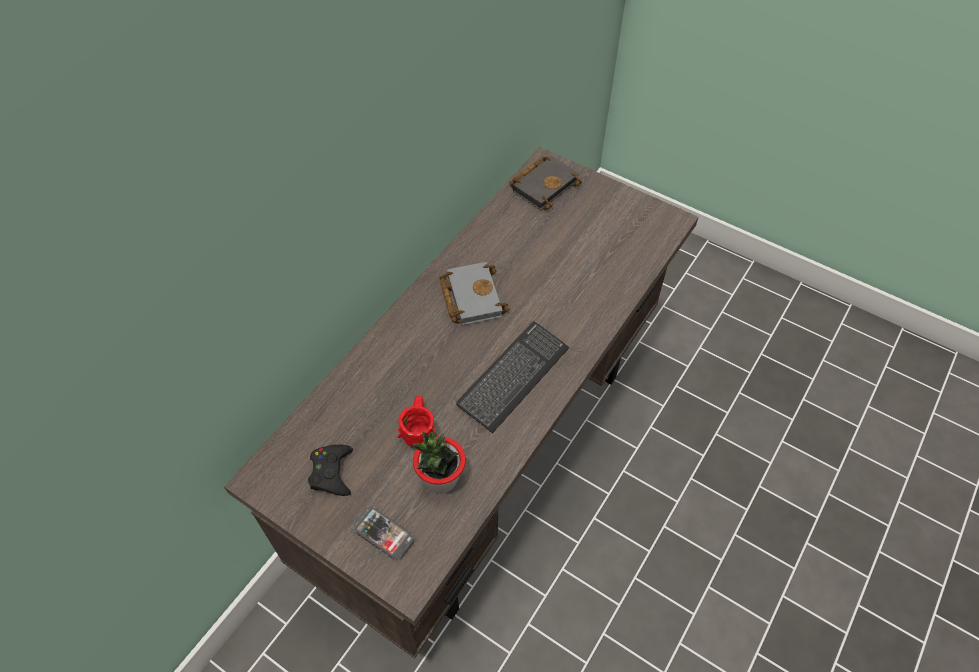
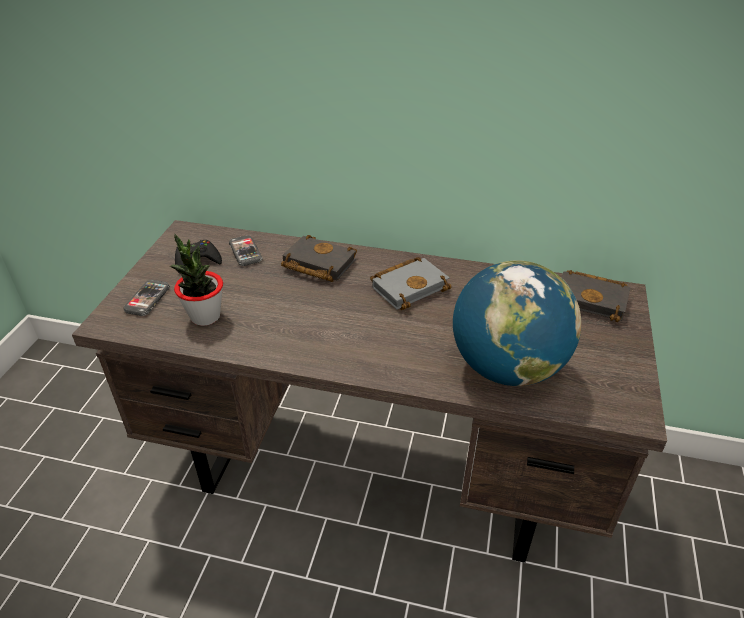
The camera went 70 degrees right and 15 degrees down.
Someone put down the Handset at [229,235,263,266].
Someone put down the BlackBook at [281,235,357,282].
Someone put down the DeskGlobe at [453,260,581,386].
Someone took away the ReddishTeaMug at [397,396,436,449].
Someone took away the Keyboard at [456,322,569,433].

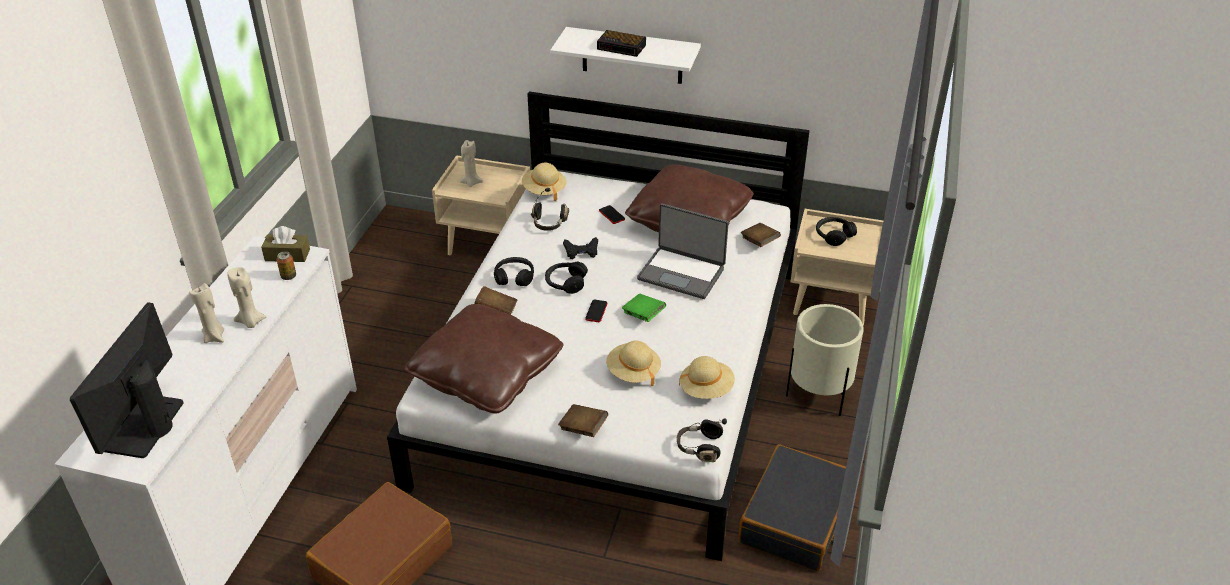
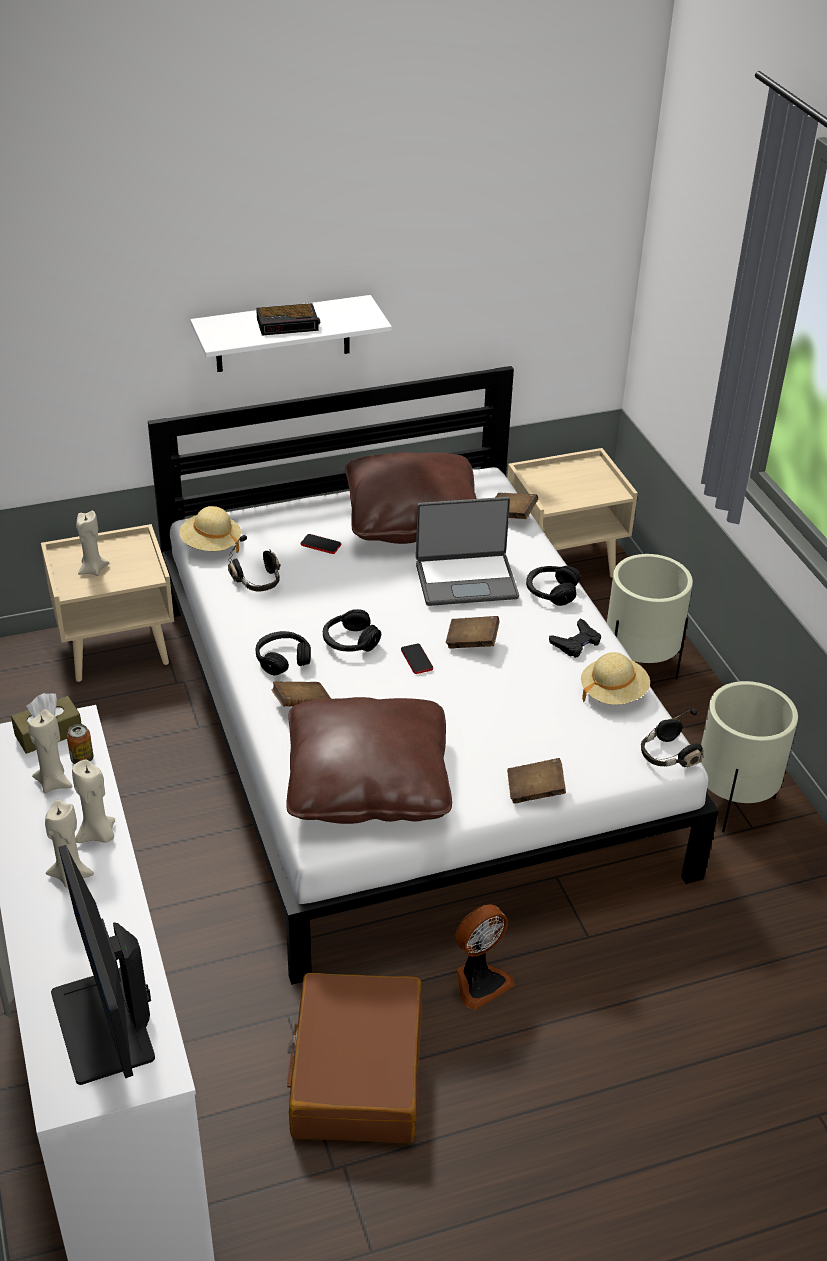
The camera went 35 degrees left and 0 degrees up.
Someone put down the BeigeColouredCandle at [28,709,73,793].
Someone repainted the GreenColouredBook at [622,294,666,322], which became the BrownishBook at [446,616,499,649].
Someone put down the CoolingFan at [455,905,515,1010].
Someone carried the BlackPairOfHeadphones from [816,217,857,246] to [526,566,581,606].
Someone carried the BlackGameController from [563,237,598,259] to [549,619,601,658].
Someone swapped the BlackTravelCase at [738,444,846,572] for the BeigeColouredFlowerPot at [701,681,798,832].
Someone took away the BeigeColouredHat at [606,340,661,386].

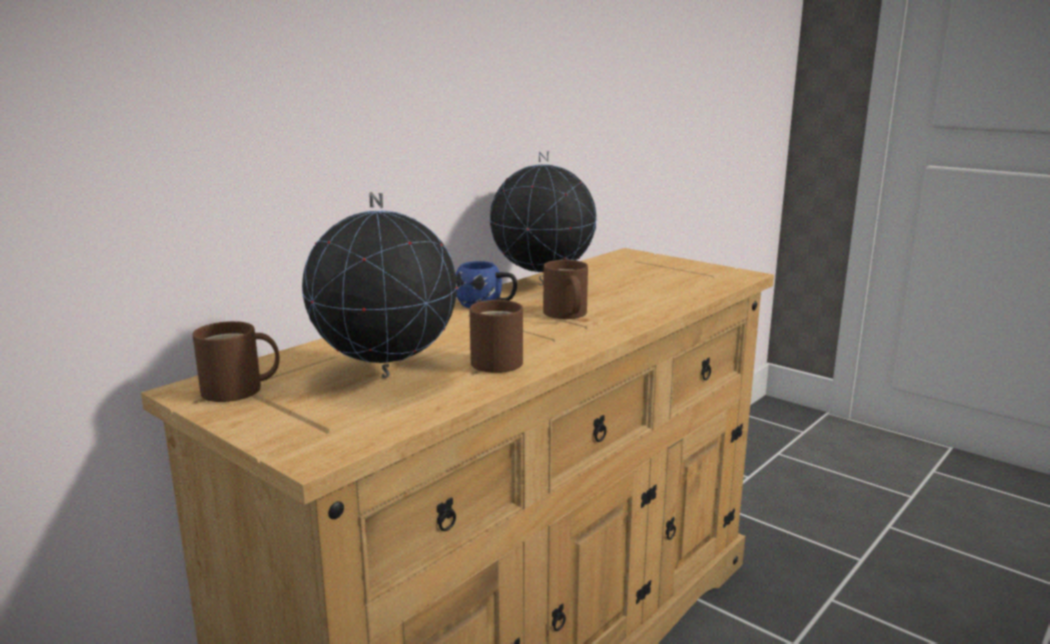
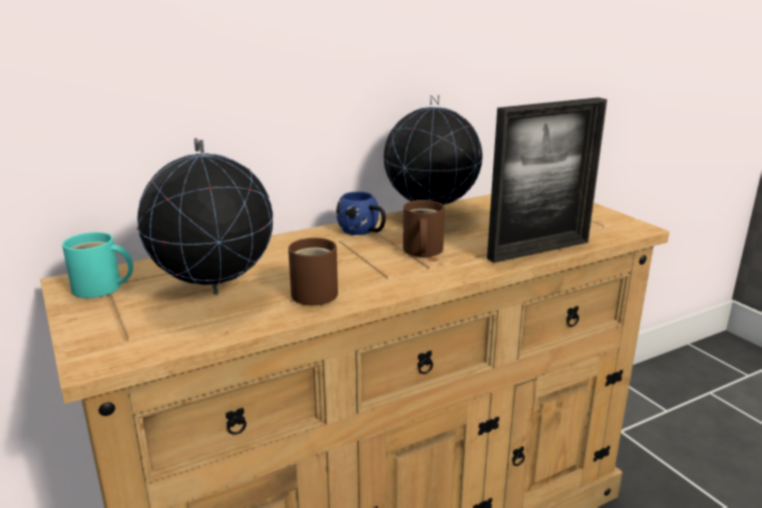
The camera went 20 degrees right and 5 degrees up.
Someone repainted the BrownishTeaMug at [192,321,280,402], which became the BlueGreenTeaMug at [62,232,133,298].
Someone put down the StandingFrame at [487,97,607,263].

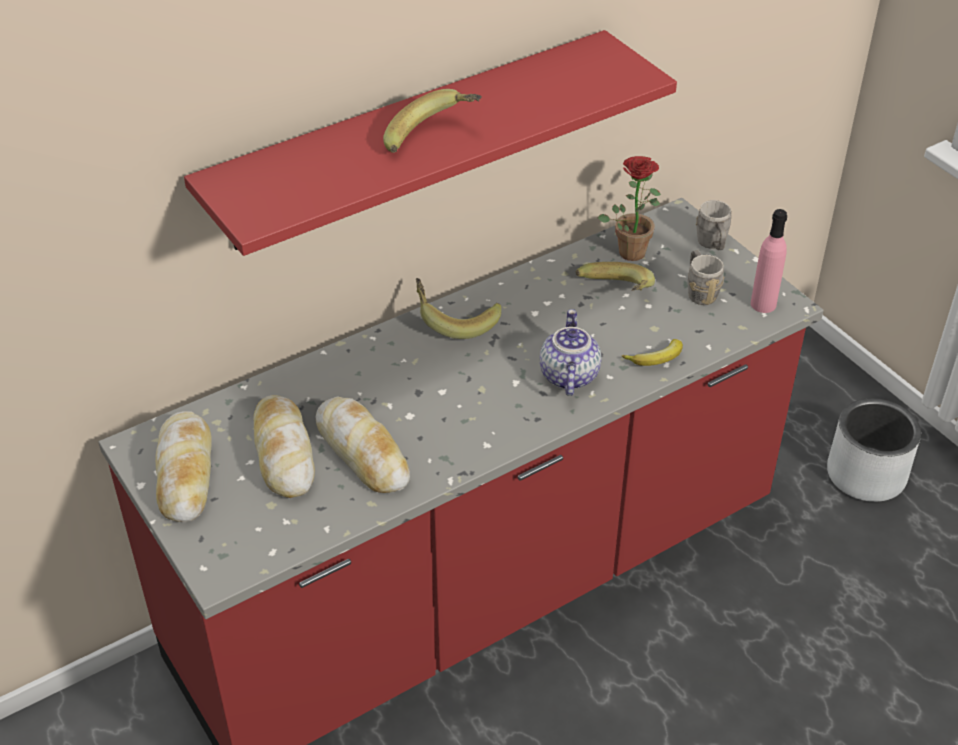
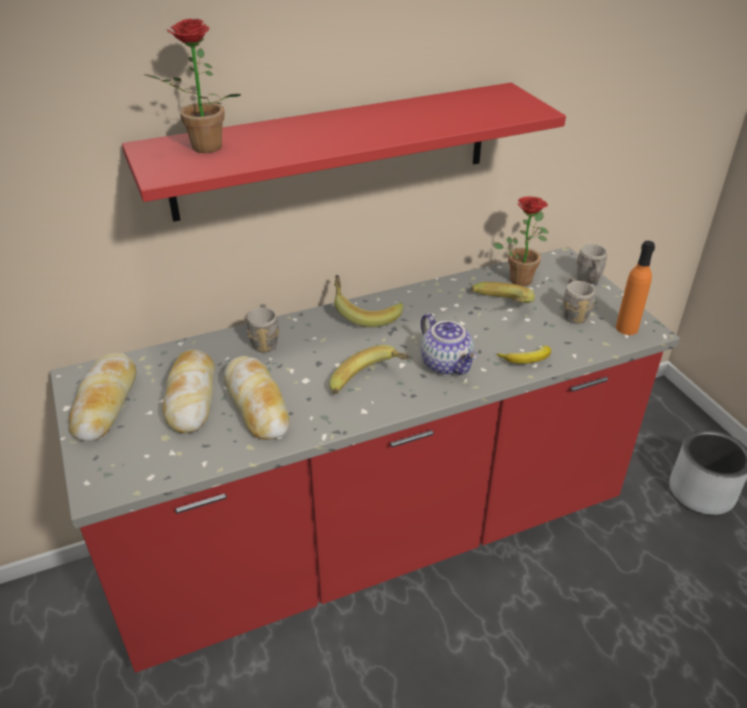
The camera went 10 degrees right and 5 degrees down.
Someone put down the PottedPlant at [144,19,241,153].
Someone put down the GreyishTeaMug at [247,304,279,353].
Someone carried the BananaFruit from [383,89,482,153] to [329,345,411,394].
Someone rotated the TeaPot at [540,309,601,396] by 135 degrees clockwise.
Someone repainted the PinkColouredBeverageBottle at [751,209,787,313], which became the OrangeColouredBeverageBottle at [616,241,655,335].

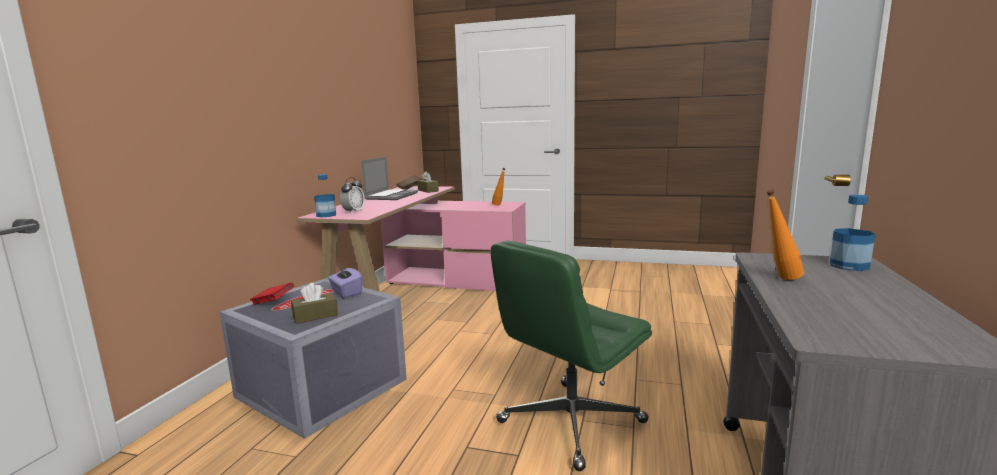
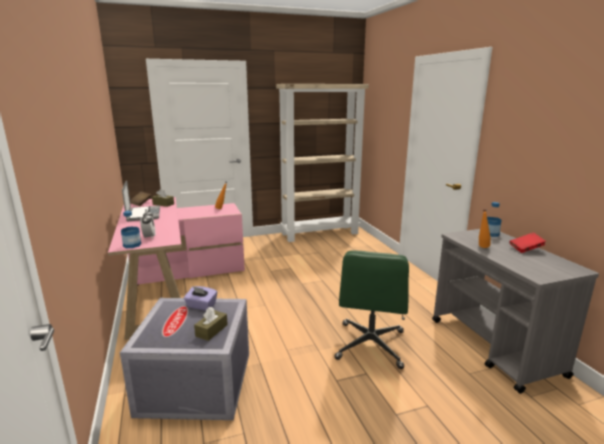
The camera went 35 degrees left and 5 degrees up.
Someone put down the BeigeColouredBookshelf at [276,84,369,242].
Someone carried the ReddishBook from [250,282,294,305] to [509,232,546,253].

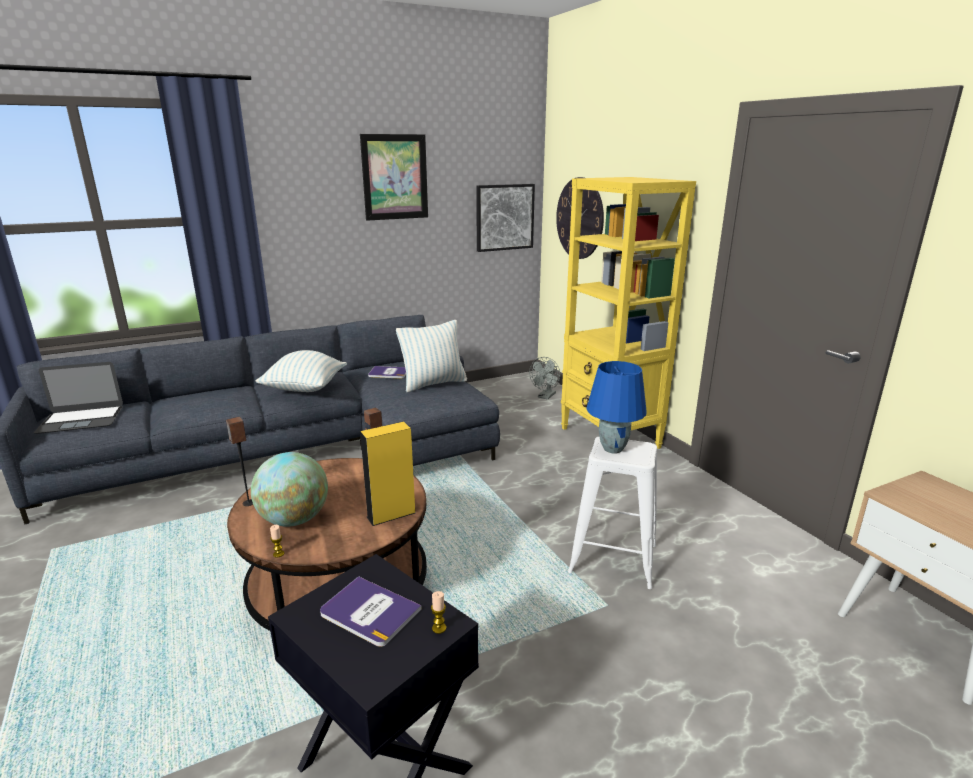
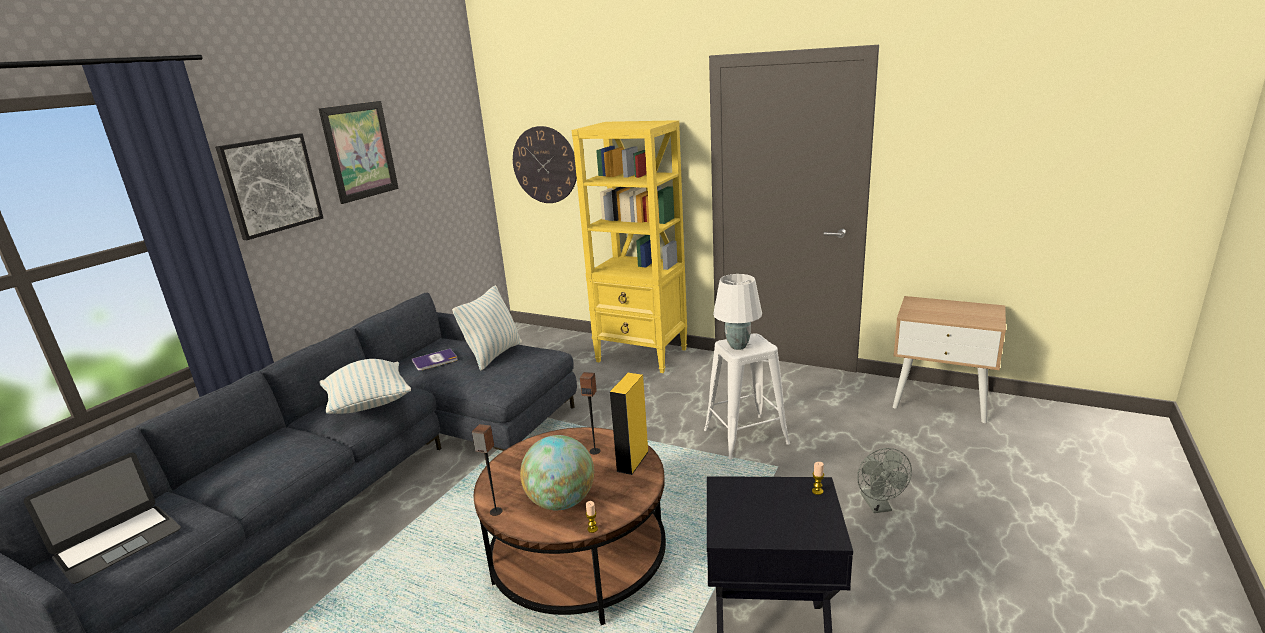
The camera went 35 degrees left and 0 degrees up.
Someone carried the WallArt from [476,184,535,252] to [215,134,323,240].
Someone repainted the BlueColouredTabletopLamp at [586,361,647,453], which became the WhiteTabletopLamp at [713,274,762,350].
Someone carried the GreyishCoolingFan from [529,357,560,400] to [857,448,912,513].
Someone took away the Book at [320,576,422,647].

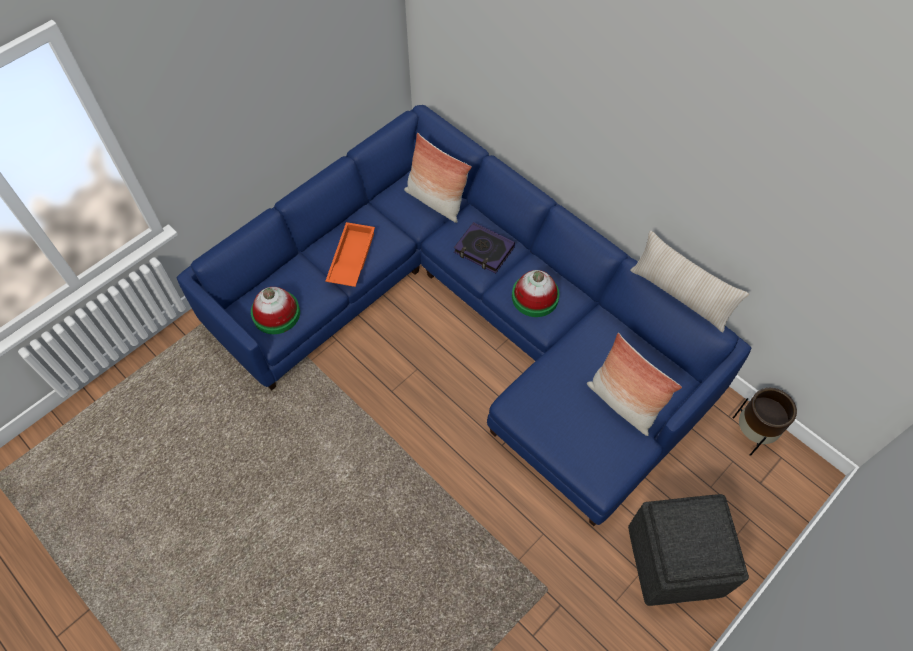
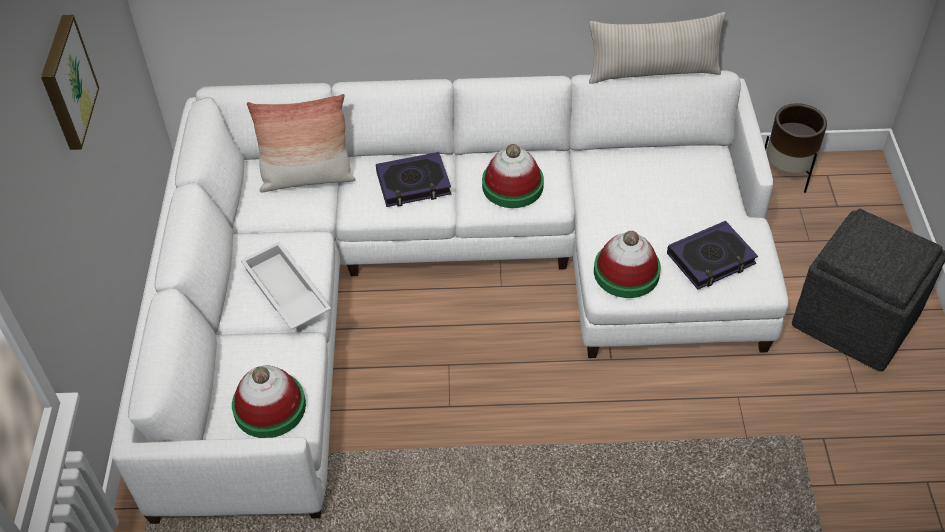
The camera went 45 degrees left and 10 degrees down.
Someone put up the WallArt at [41,15,99,150].
Someone repainted the BlueColouredSettee at [177,105,751,526], which became the WhiteSettee at [112,70,789,524].
Someone repainted the OrangeColouredServingTray at [325,222,375,287], which became the WhiteServingTray at [241,242,331,330].
Someone put down the Hat at [594,231,661,298].
Someone put down the Book at [667,221,758,289].
Someone took away the ThrowPillow at [587,333,682,436].

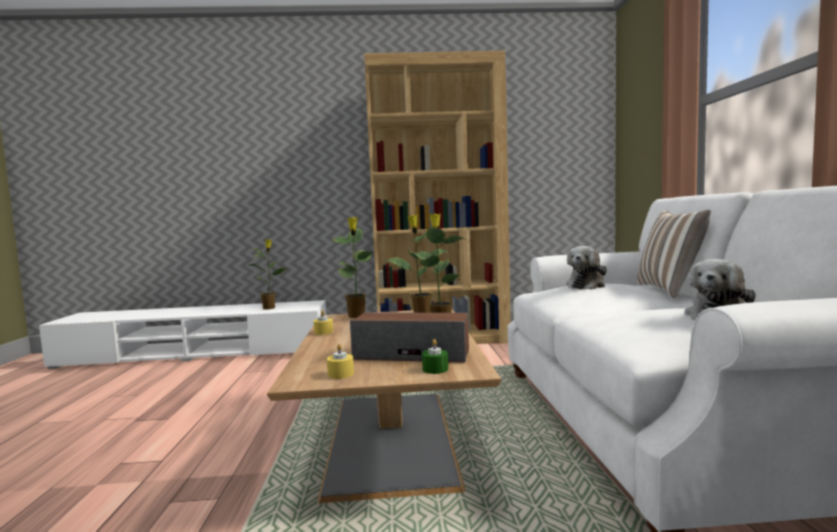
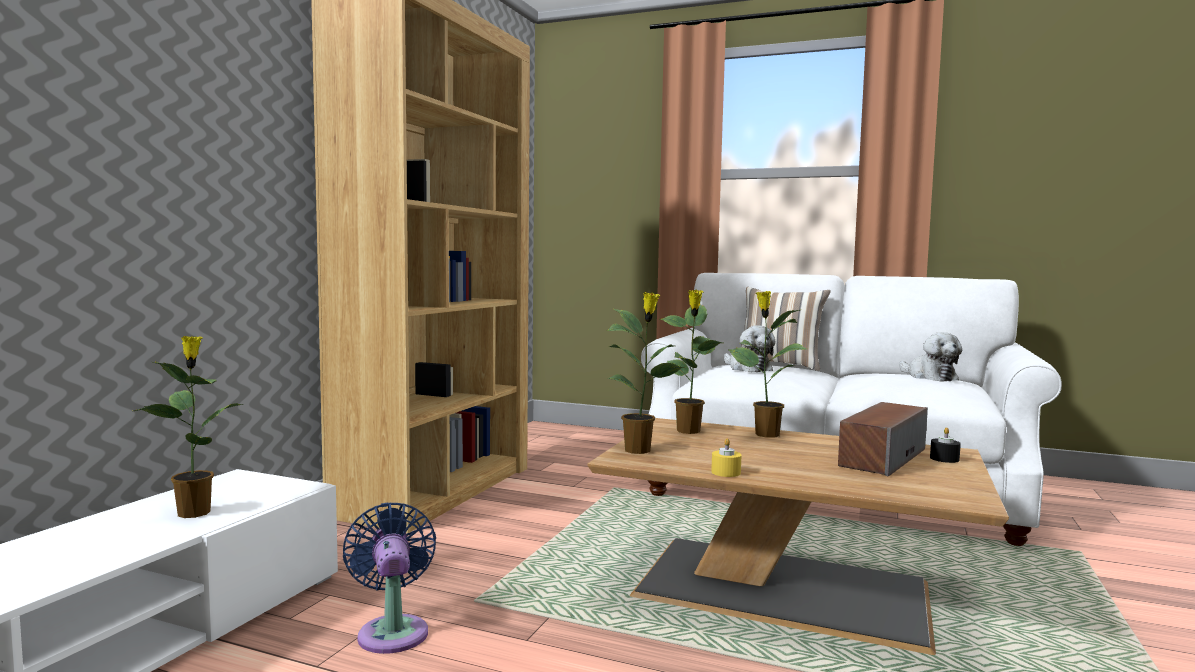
The camera went 65 degrees left and 0 degrees up.
Someone put down the BlueColouredCoolingFan at [343,502,436,654].
Someone repainted the GreenColouredCandle at [422,339,448,374], which became the BlackCandle at [930,427,961,463].
Someone took away the YellowishCandle at [327,344,354,379].

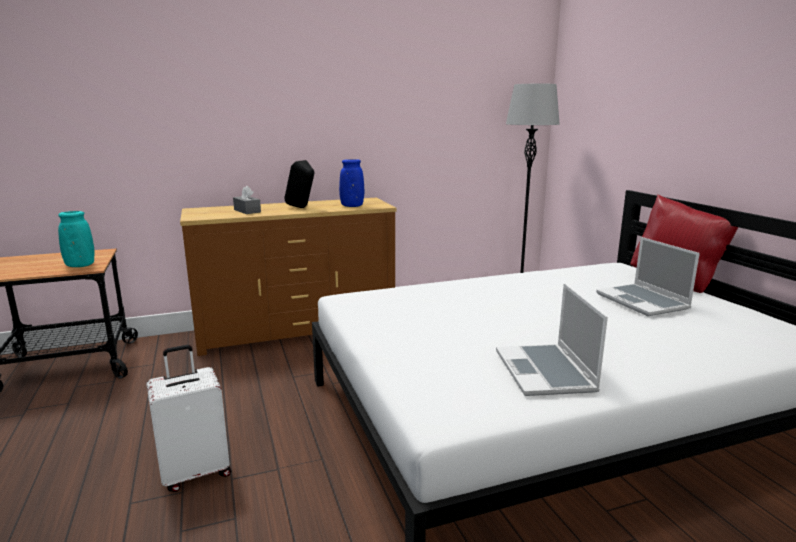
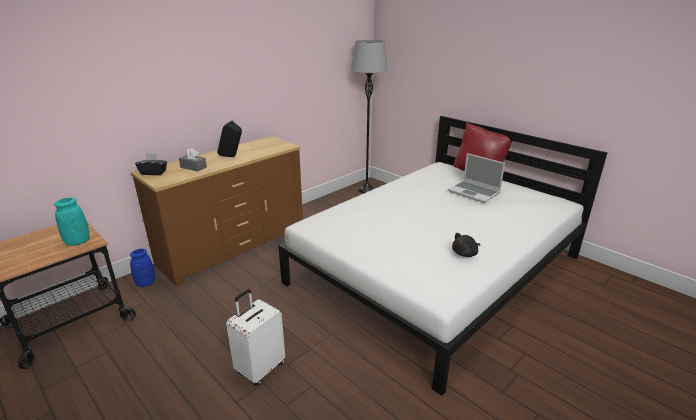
The camera went 25 degrees left and 10 degrees up.
Someone carried the BlueColouredFlowerVase from [339,159,364,207] to [130,249,155,287].
Someone put down the BlackTissueHolder at [135,153,167,175].
Someone swapped the PortableComputer at [496,283,608,396] for the BlackSoftToy at [452,233,480,257].

